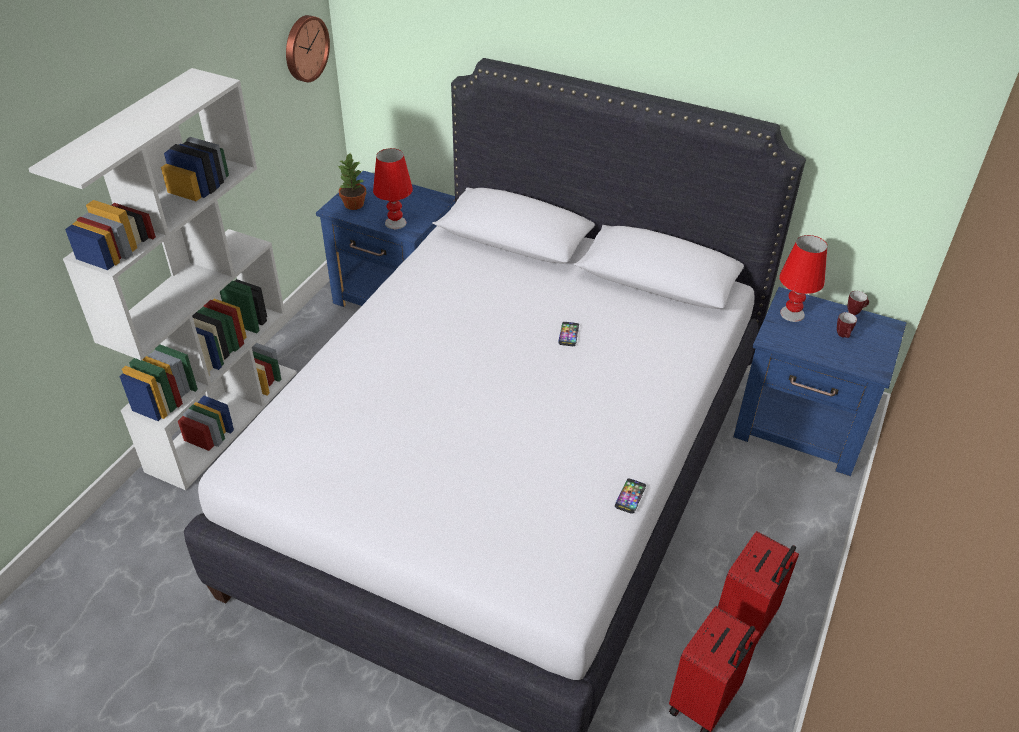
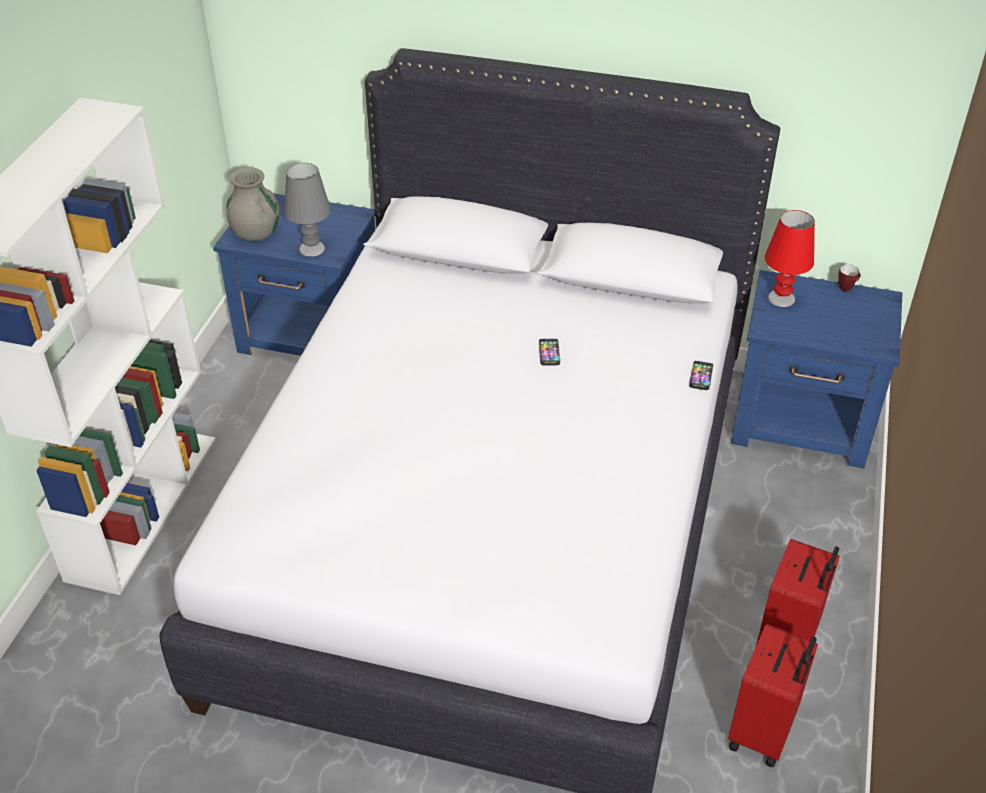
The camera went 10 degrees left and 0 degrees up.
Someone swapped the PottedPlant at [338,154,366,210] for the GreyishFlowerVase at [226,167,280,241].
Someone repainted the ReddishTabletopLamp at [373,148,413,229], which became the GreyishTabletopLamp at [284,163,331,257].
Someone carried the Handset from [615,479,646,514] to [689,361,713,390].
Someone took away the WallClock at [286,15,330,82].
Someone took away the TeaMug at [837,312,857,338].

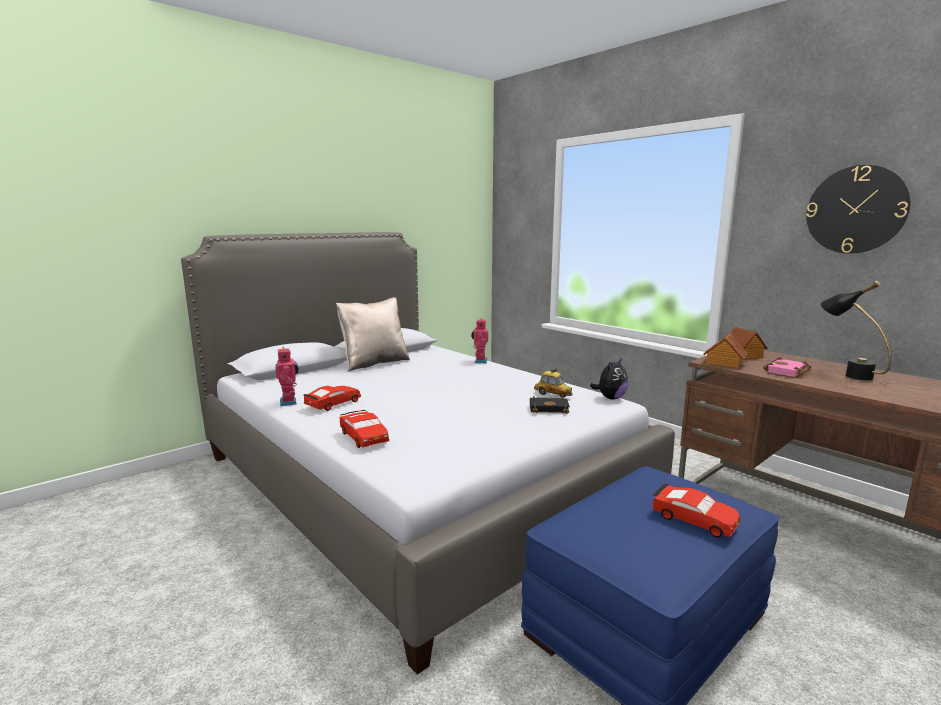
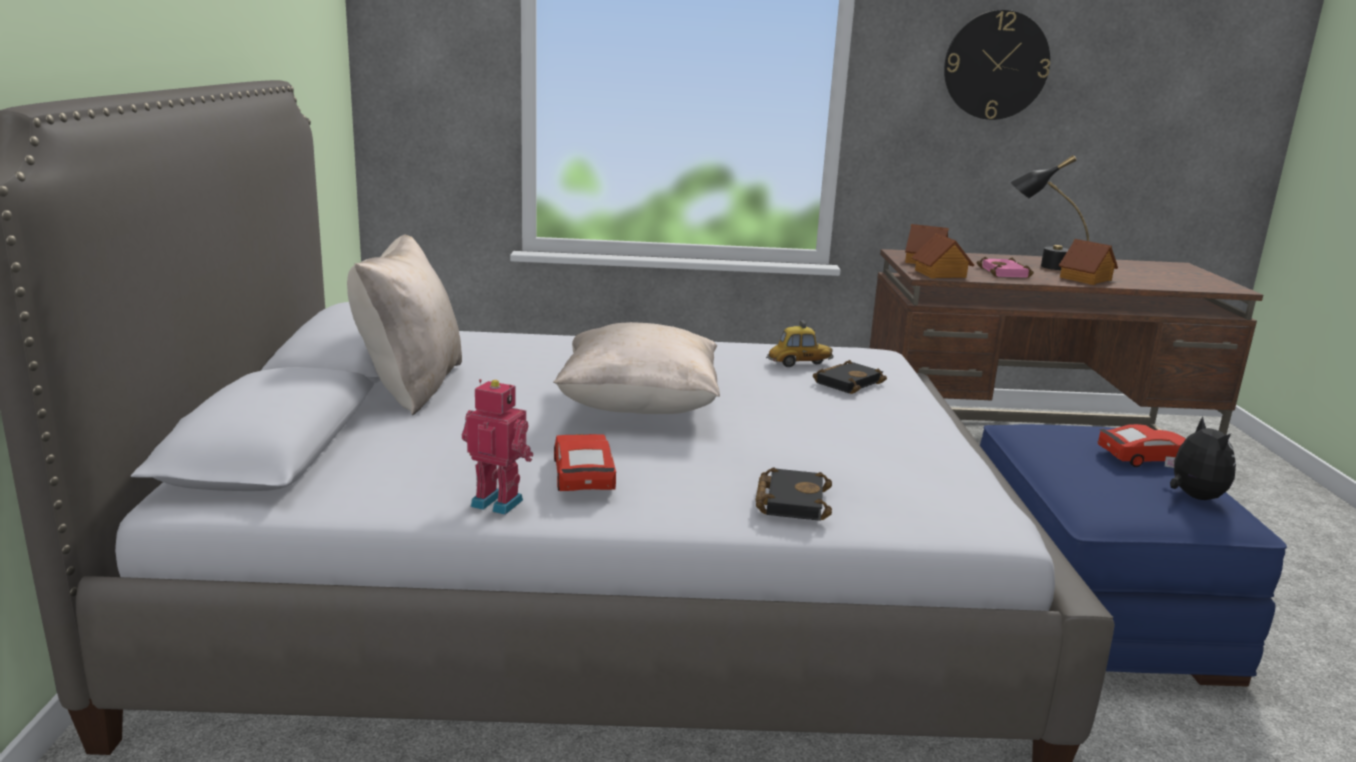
The camera went 50 degrees left and 5 degrees up.
Someone put down the BeigeColouredThrowPillow at [553,322,720,414].
Someone swapped the ReddishModelCar at [340,410,389,448] for the BlackBook at [756,467,832,521].
Someone put down the MiniatureHouse at [1059,239,1118,285].
Someone carried the SoftToy from [590,358,628,399] to [1165,416,1236,500].
Someone took away the RobotFigure at [471,318,488,363].

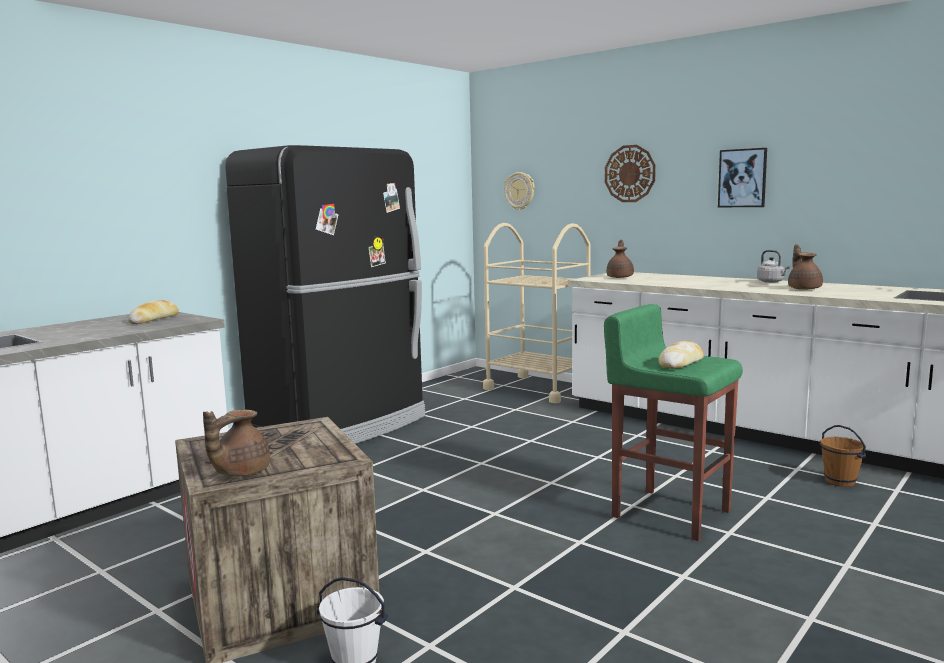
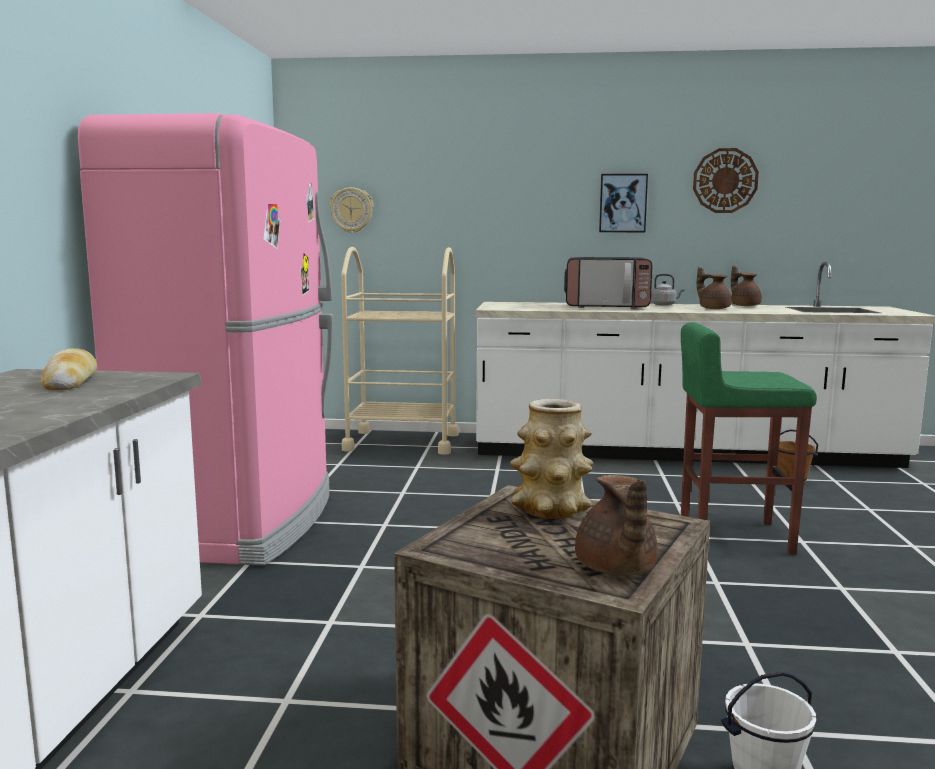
The camera went 35 degrees left and 0 degrees up.
Someone repainted the BlackRefrigerator at [225,145,425,444], which became the PinkColouredRefrigerator at [78,113,333,566].
Someone put down the FlowerVase at [510,399,593,519].
Someone put down the KitchenMicrowave at [564,257,653,309].
Someone carried the WallClock from [605,145,656,202] to [693,148,759,213].
Someone carried the BrownishTeaPot from [607,240,634,278] to [731,266,762,306].
Someone took away the Bread at [659,341,704,369].

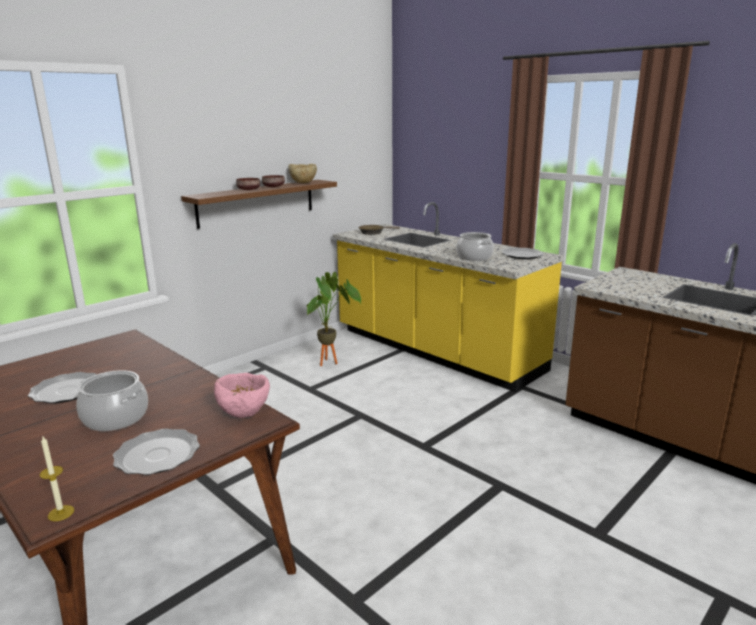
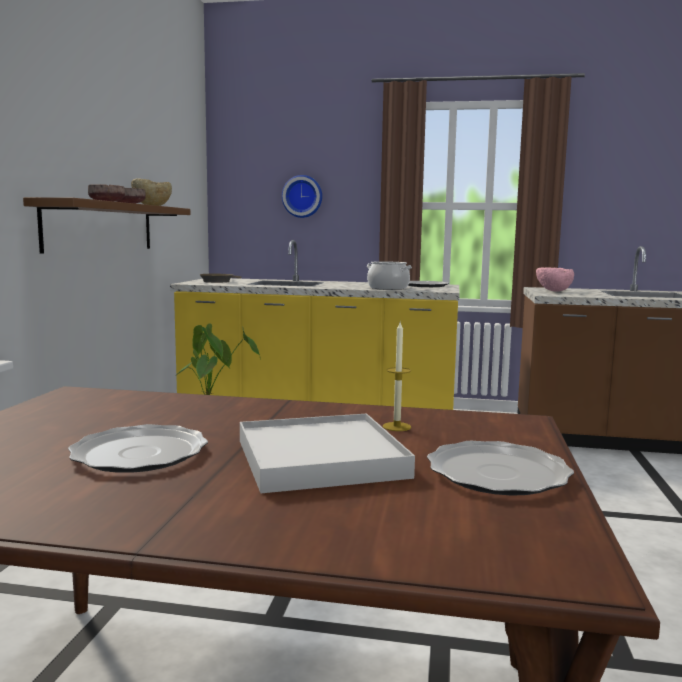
The camera went 35 degrees left and 10 degrees down.
Someone swapped the CookingPot at [76,370,148,431] for the WhiteServingTray at [240,414,415,493].
Someone put up the WallClock at [282,175,322,218].
Someone carried the Candle from [40,437,74,521] to [383,322,411,431].
Someone carried the PinkColouredServingBowl from [214,373,270,418] to [536,267,574,292].

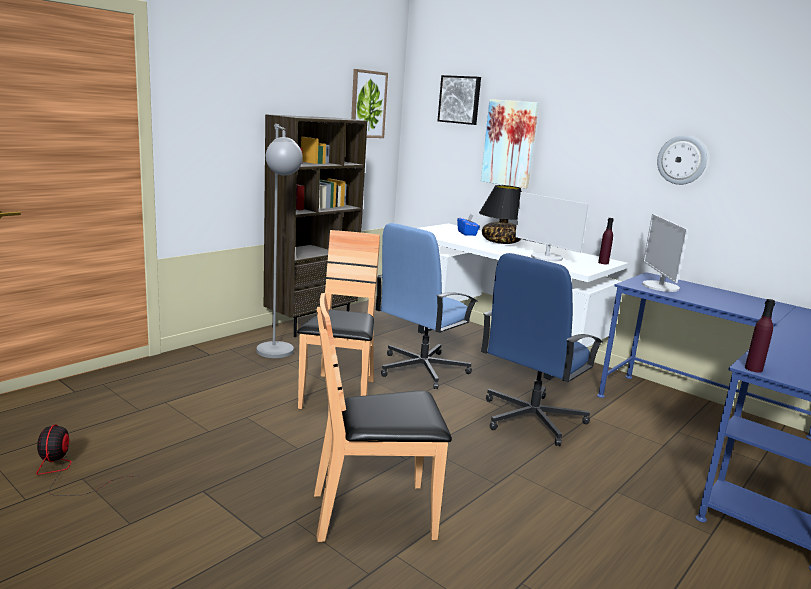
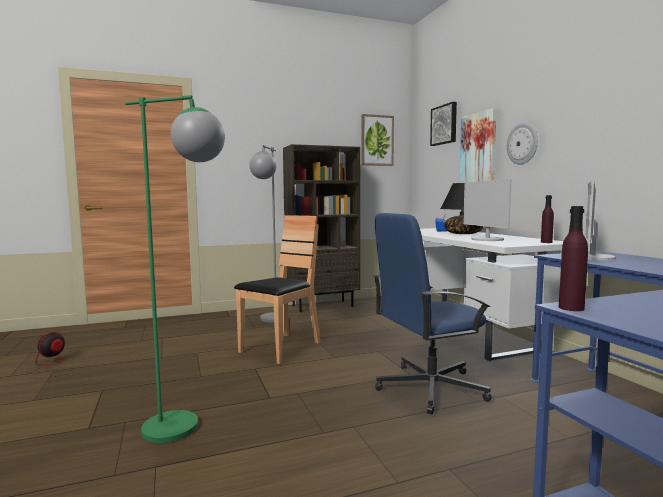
The camera went 30 degrees right and 10 degrees down.
Someone swapped the BrownishChair at [314,293,452,542] for the GreenColouredStandingLamp at [125,95,225,443].
Someone carried the WallClock from [657,135,707,185] to [507,123,538,165].
Someone took away the BlueColouredDeskChair at [376,223,478,389].

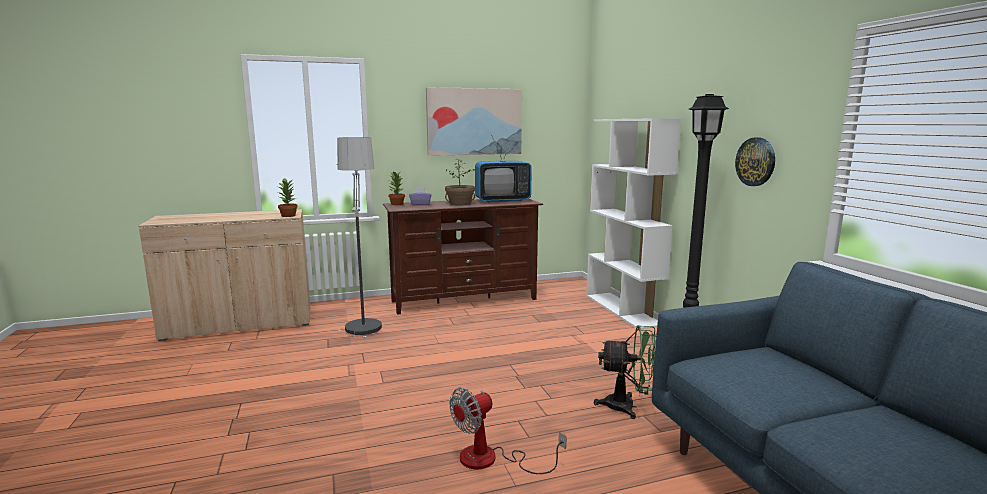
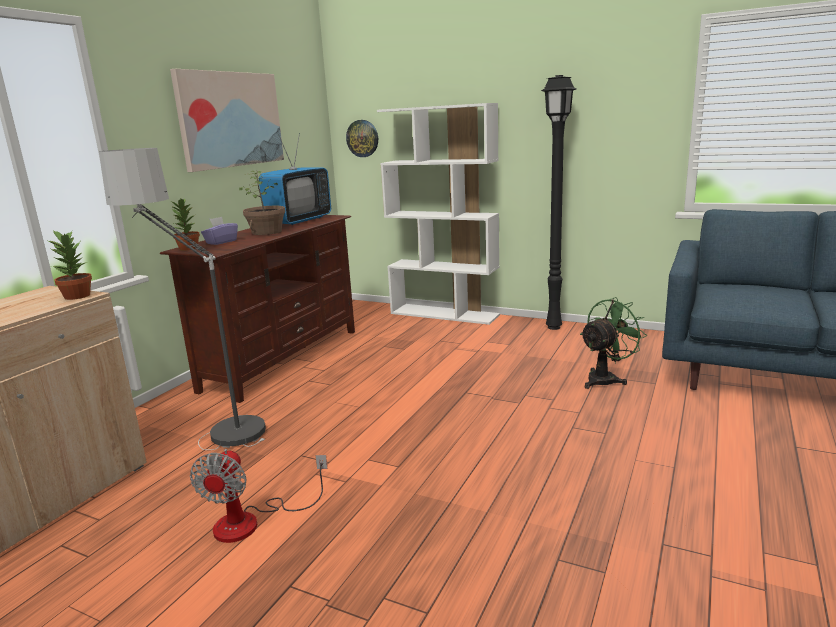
The camera went 45 degrees left and 5 degrees up.
Someone carried the CoolingFan from [449,388,567,474] to [190,449,328,543].
Someone carried the WallClock from [735,137,775,186] to [346,120,378,157].

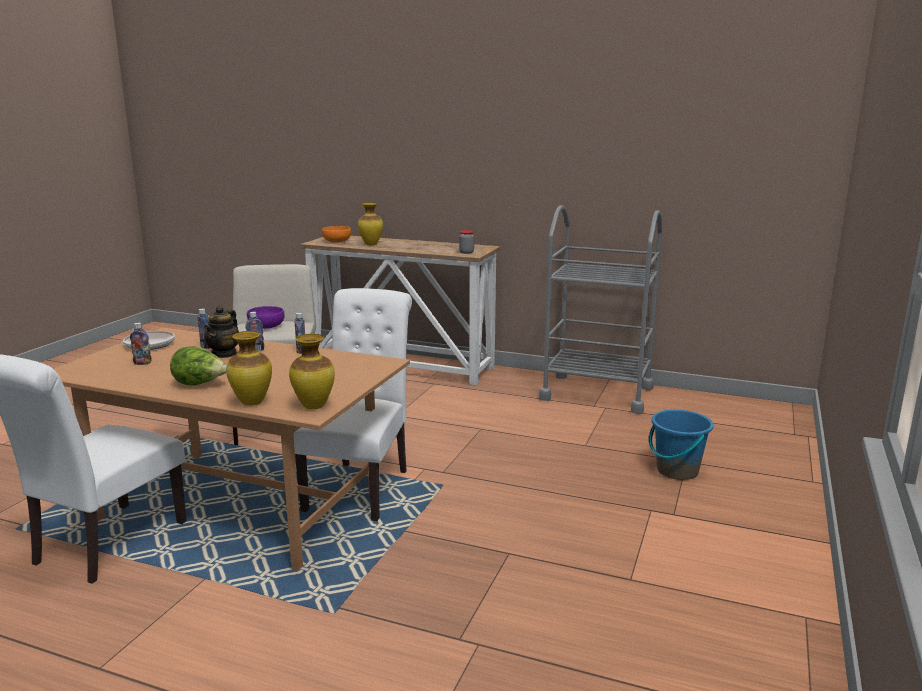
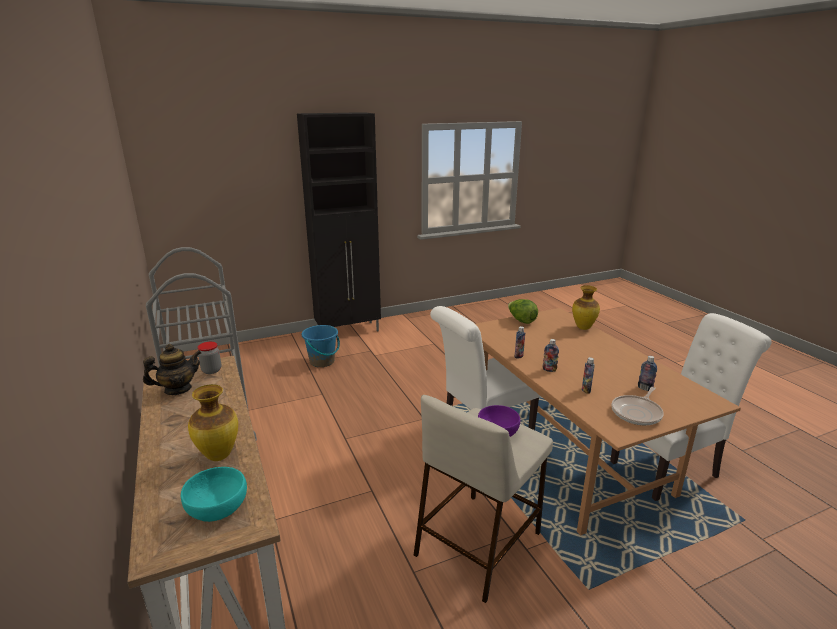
The camera went 135 degrees left and 5 degrees up.
Someone carried the TeaPot from [204,306,239,358] to [143,344,201,395].
Someone repainted the OrangeColouredServingBowl at [322,226,351,242], which became the BlueGreenServingBowl at [181,467,247,522].
Someone put down the BlackStorageCabinet at [297,112,381,332].
Someone carried the HeadOfLettuce from [170,346,227,386] to [508,299,538,324].
Someone took away the FlowerVase at [289,334,335,409].

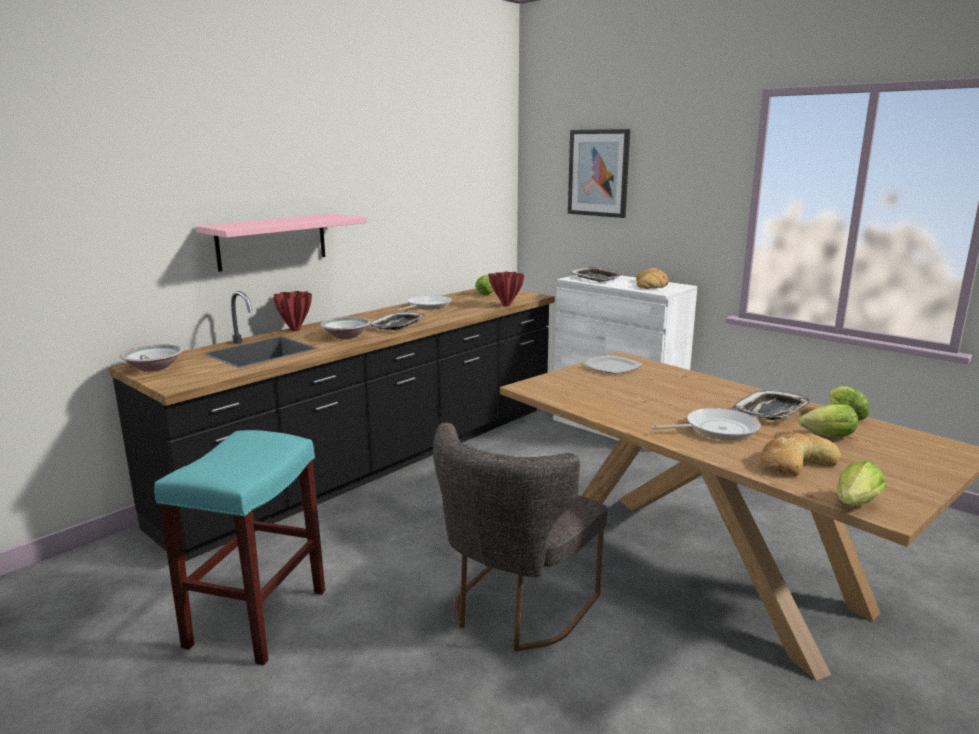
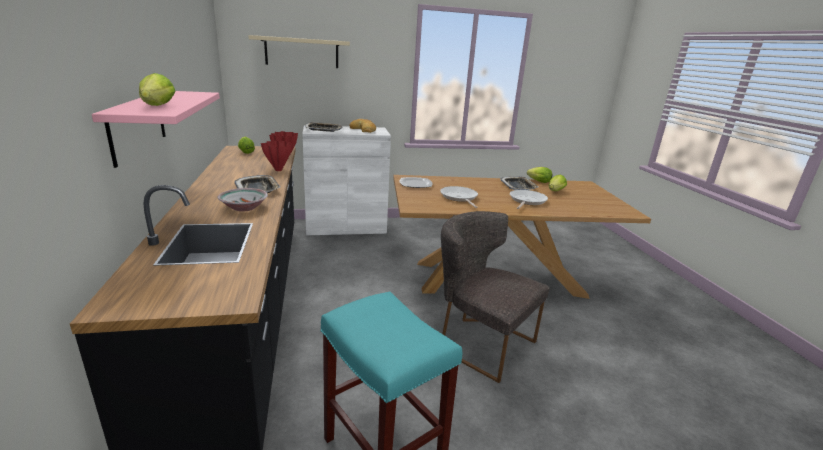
The camera went 55 degrees left and 5 degrees up.
Someone carried the HeadOfLettuce from [837,460,886,506] to [139,73,175,106].
Someone swapped the WallArt at [568,129,630,218] for the BeigeColouredWallShelf at [248,35,350,68].
Someone carried the ReddishFlowerVase from [273,291,312,331] to [261,140,292,171].
Someone carried the Skillet from [397,295,452,311] to [440,186,478,208].
Someone rotated the GreyishChair at [433,423,608,652] by 150 degrees clockwise.
Someone took away the ServingBowl at [120,344,183,372].
Someone took away the Bread at [760,433,841,476].

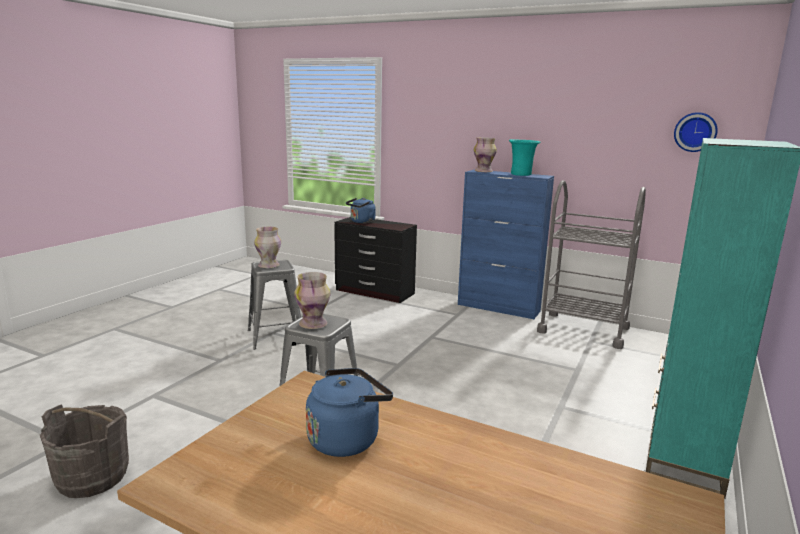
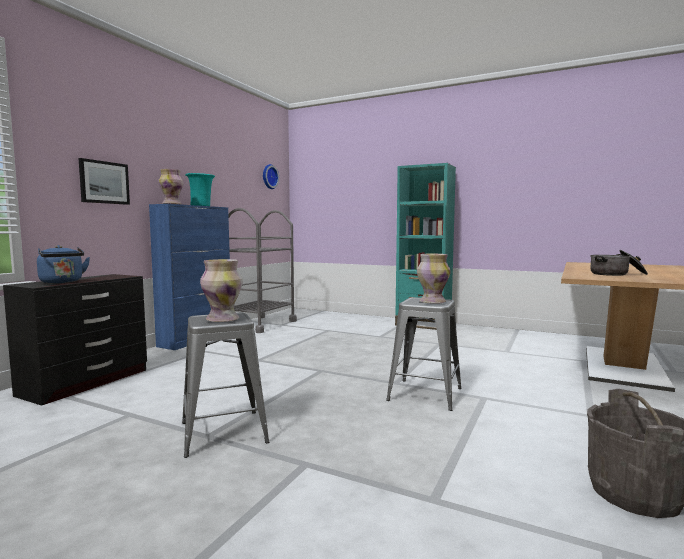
The camera went 90 degrees left and 10 degrees down.
Someone put up the WallArt at [79,158,130,205].
Someone swapped the BlueColouredKettle at [306,368,393,457] for the CookingPot at [590,250,648,276].

